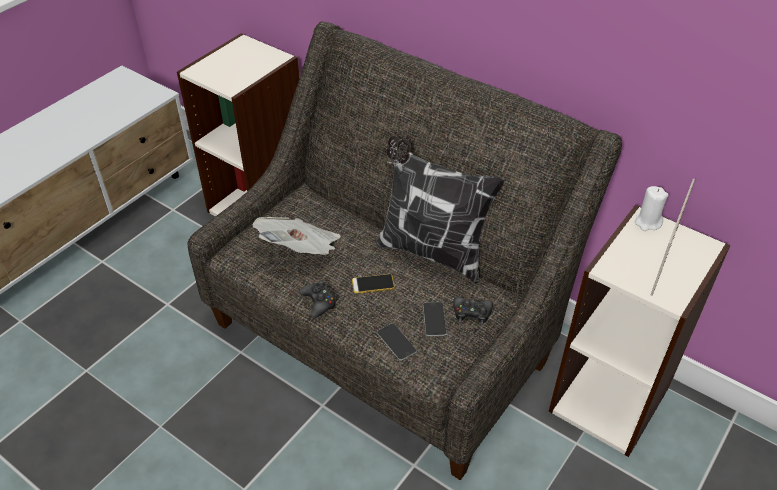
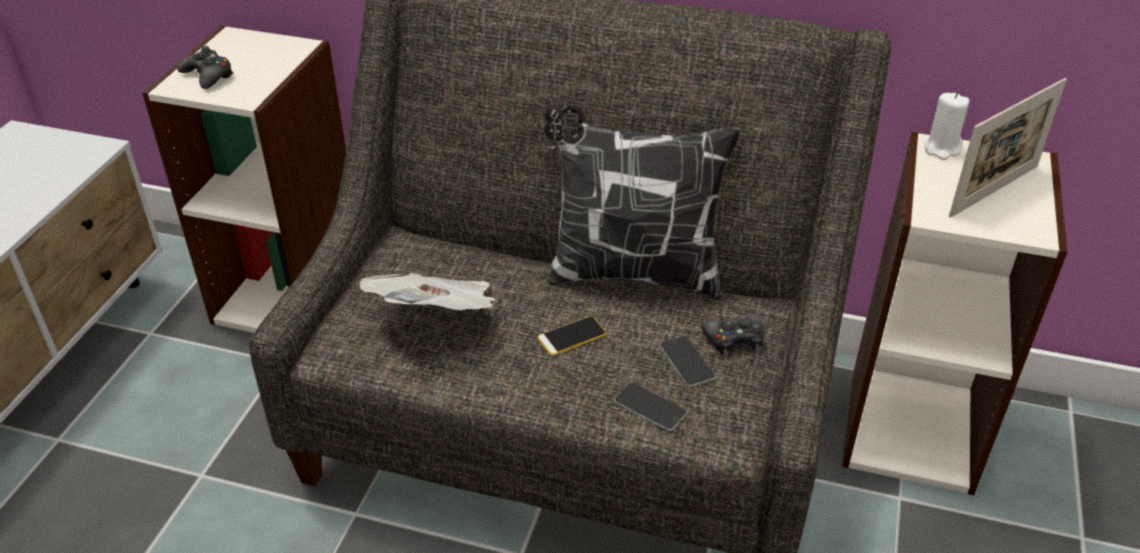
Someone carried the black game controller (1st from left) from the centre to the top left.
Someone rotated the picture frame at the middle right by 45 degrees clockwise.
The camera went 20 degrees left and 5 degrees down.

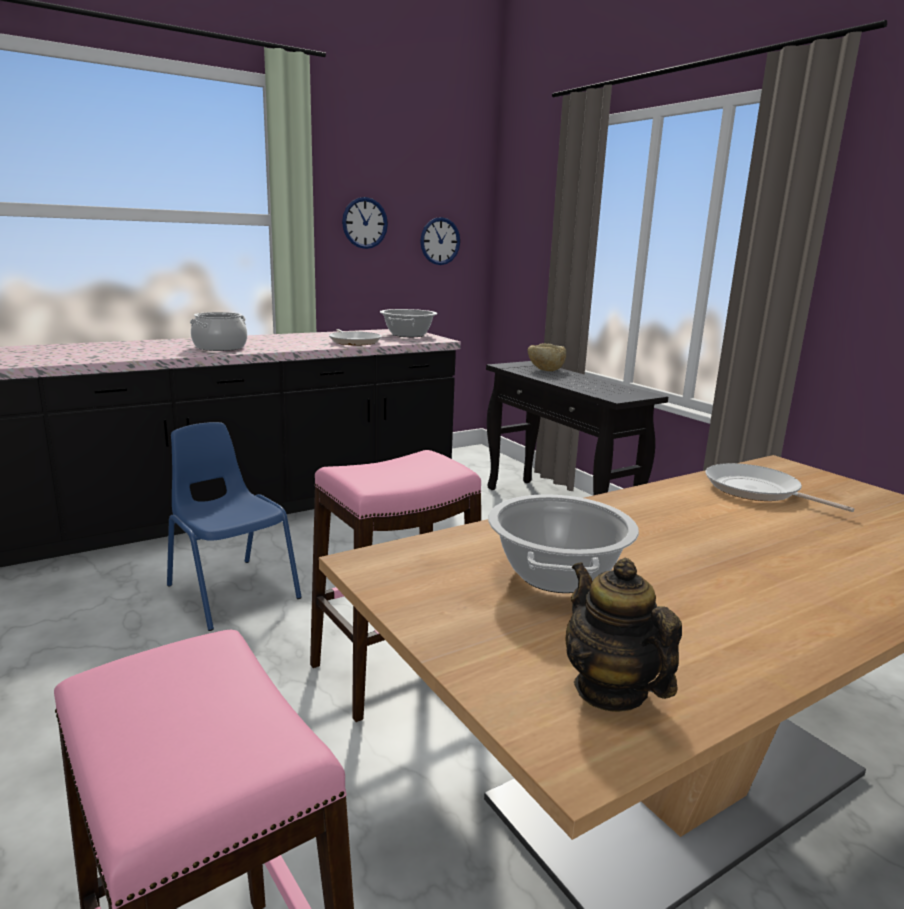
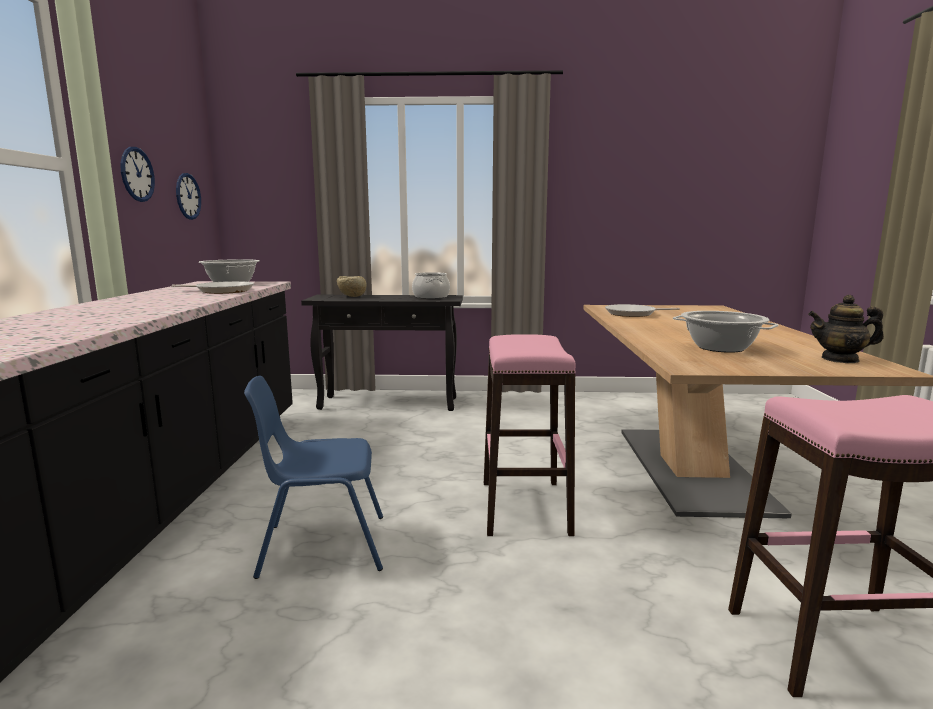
Someone carried the cooking pot (1st from left in the first image) from the middle left to the centre.
The camera went 55 degrees left and 5 degrees down.

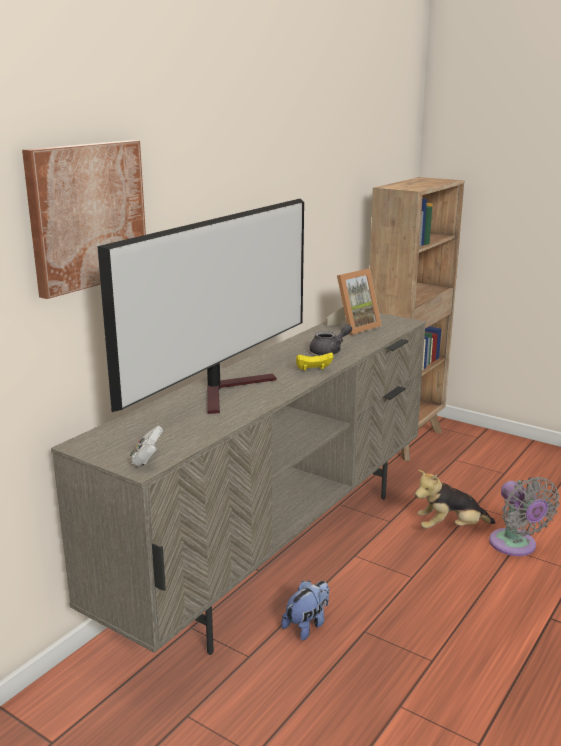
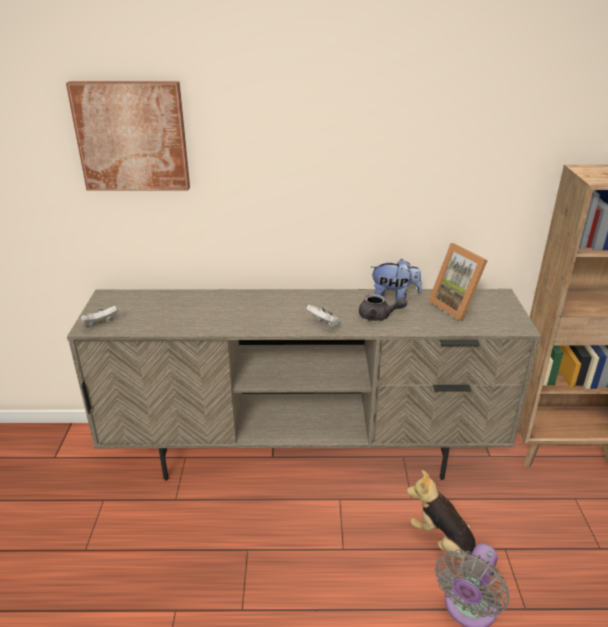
Someone took away the television at the centre.
Someone carried the plush toy (1st from left) from the bottom centre to the centre.
Someone repainted the yellow game controller at the centre, which became the white game controller (2nd from left) at the centre.
Someone rotated the picture frame at the centre by 45 degrees clockwise.
The camera went 55 degrees right and 10 degrees up.

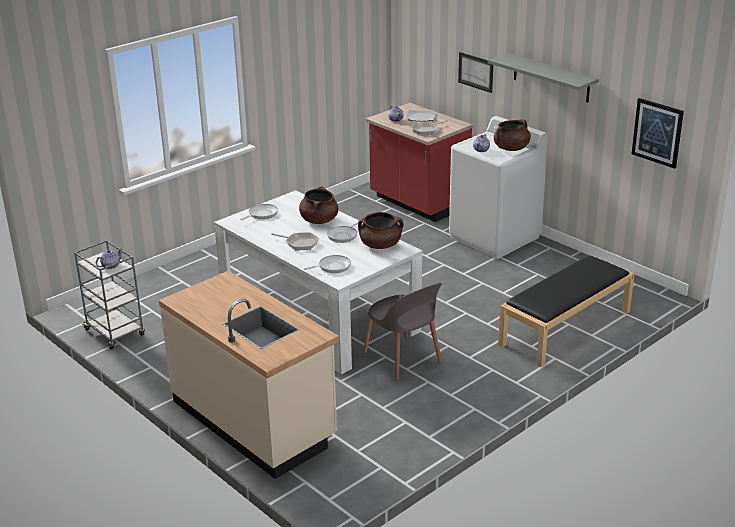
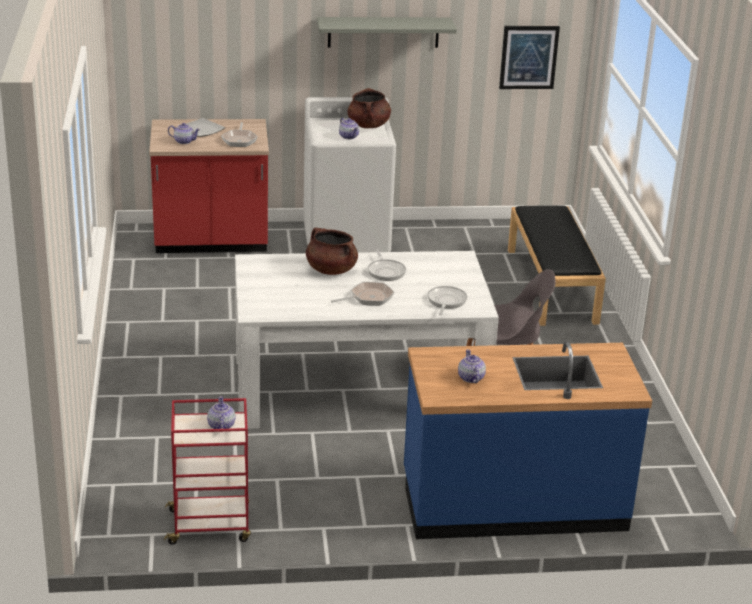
Someone took away the frying pan (1st from left) at the centre.
Someone took away the brown cooking pot (2nd from left) at the centre.
Someone took away the picture (1st from left) at the top centre.
Someone put down the teapot (4th from left) at the centre.
Someone repainted the grey cart at the middle left, which became the red cart at the bottom left.
Someone repainted the beige counter at the bottom centre, which became the blue counter at the bottom right.
The camera went 55 degrees left and 0 degrees up.

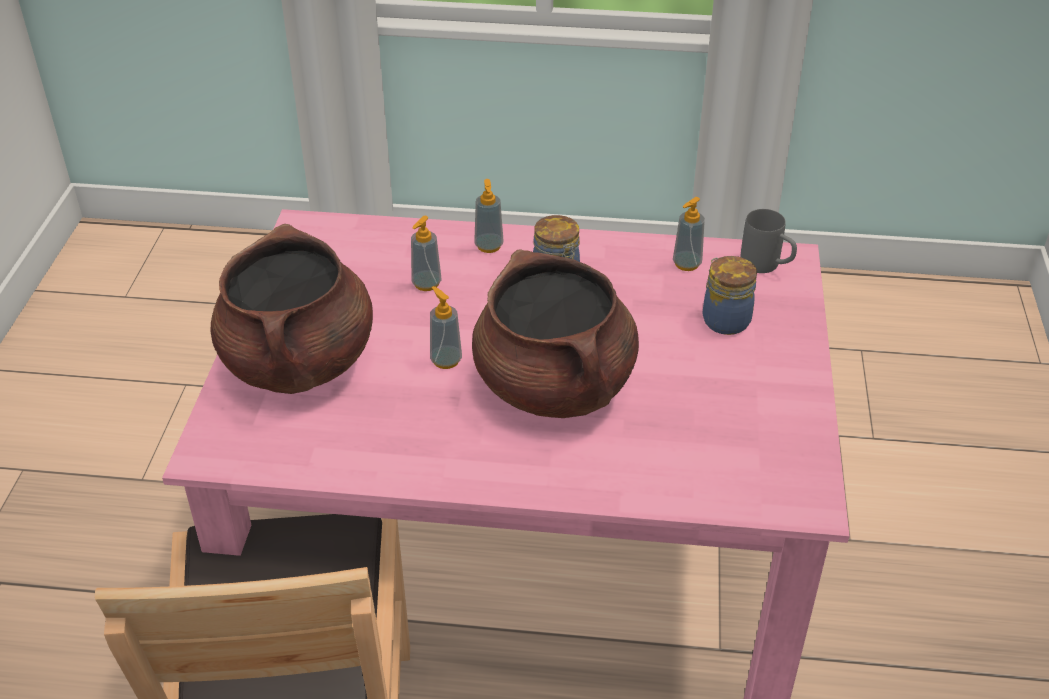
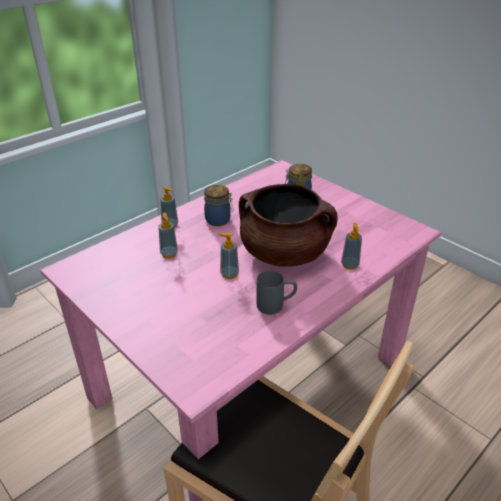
Someone took away the brown cooking pot (1st from left) at the middle left.
Someone carried the soap dispenser (4th from left) from the centre to the middle right.
Someone carried the grey mug from the middle right to the centre.
The camera went 50 degrees left and 5 degrees down.

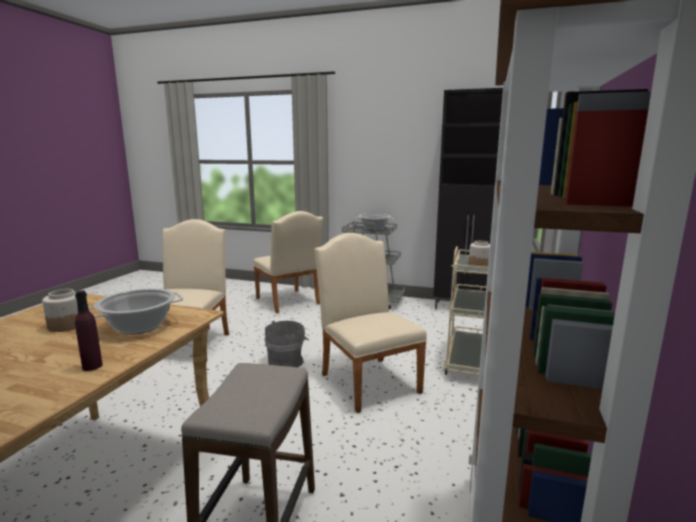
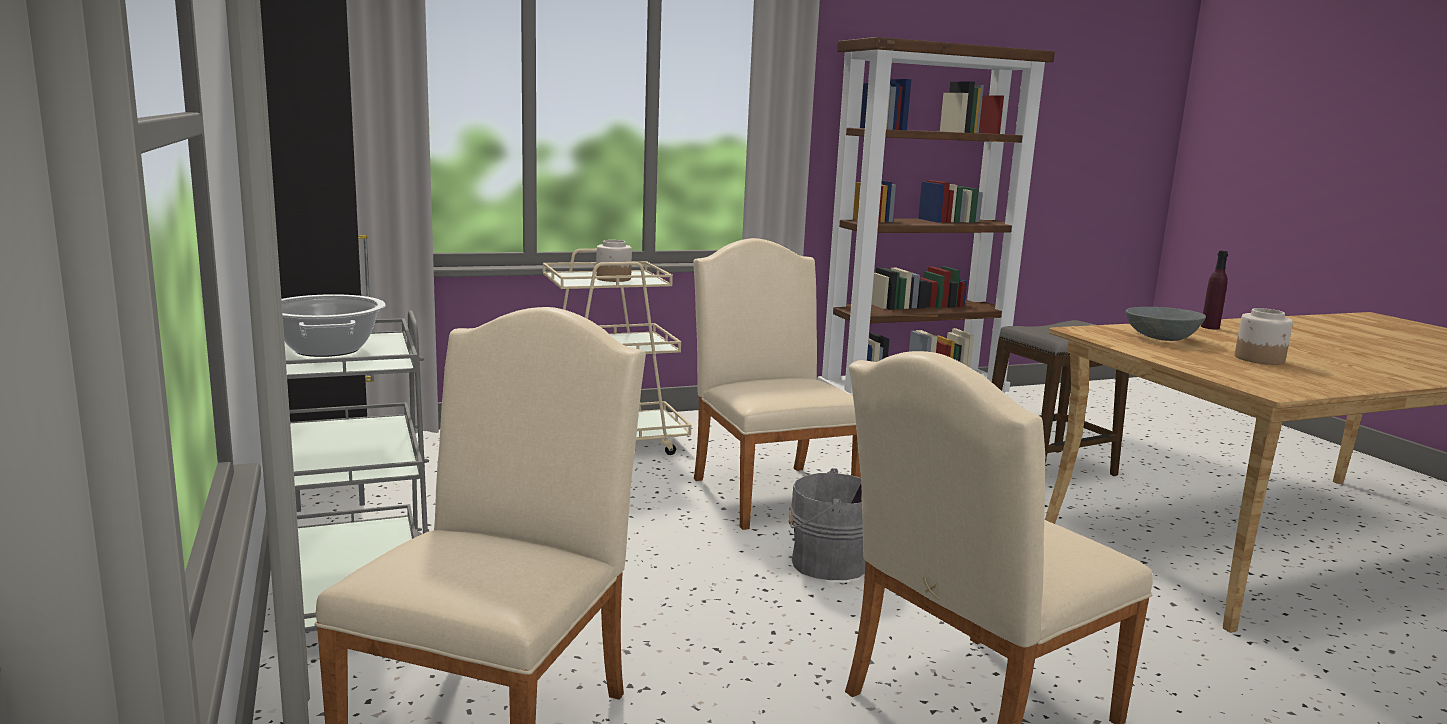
Someone swapped the cooking pot (1st from left) at the middle left for the grey bowl at the middle right.
Someone rotated the beige chair (3rd from left in the first image) at the centre by 135 degrees clockwise.
The camera went 130 degrees left and 0 degrees up.

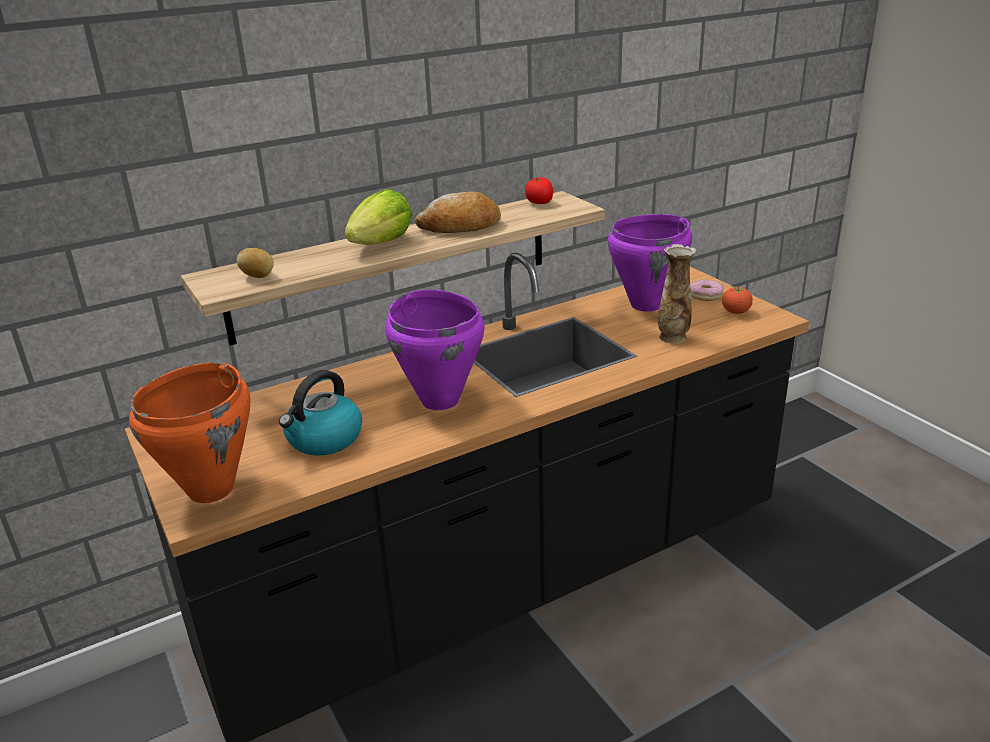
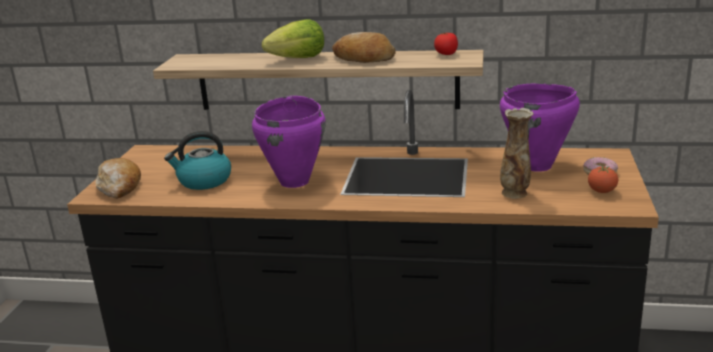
Someone took away the potato at the middle left.
Someone swapped the orange cooking pot at the middle left for the bread (1st from left) at the middle left.
The camera went 40 degrees right and 5 degrees down.

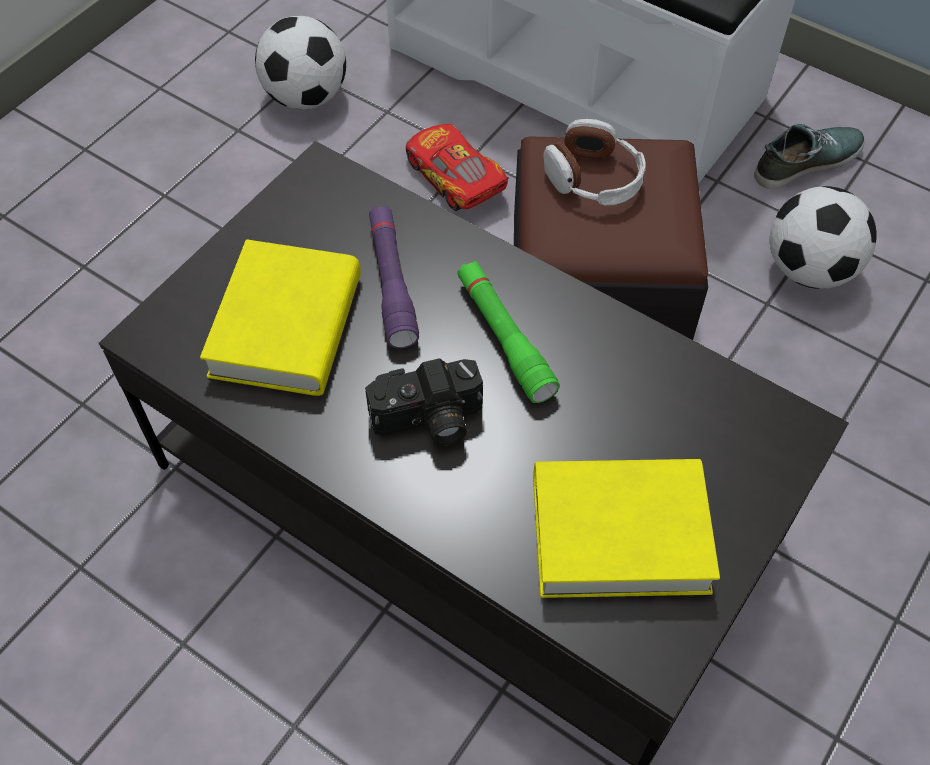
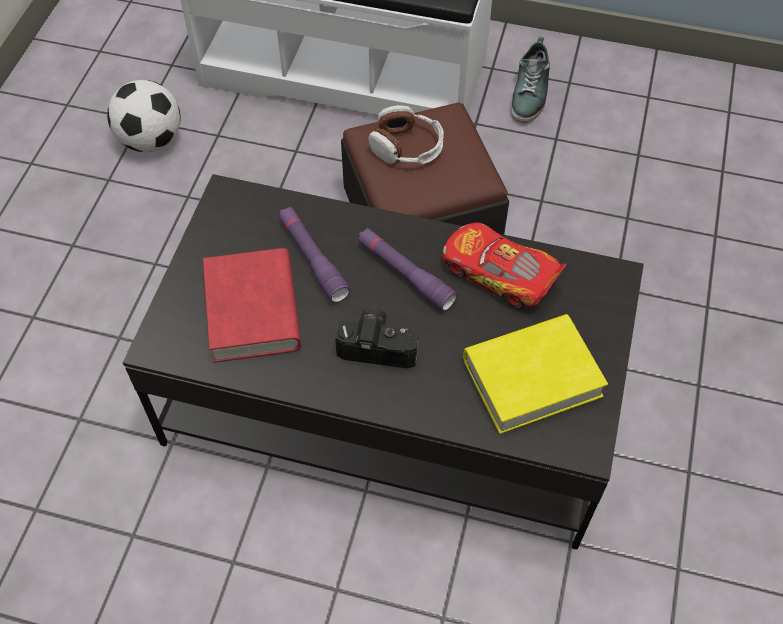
Someone took away the football (2nd from left) at the top right.
Someone carried the toy car from the top centre to the centre.
Someone repainted the yellow book (1st from left) at the middle left, which became the red book at the middle left.
Someone repainted the green flashlight at the centre, which became the purple flashlight (2nd from left) at the centre.
Someone rotated the photo camera at the centre by 135 degrees counterclockwise.
Someone rotated the shoe at the top right by 150 degrees clockwise.
The camera went 20 degrees left and 0 degrees up.

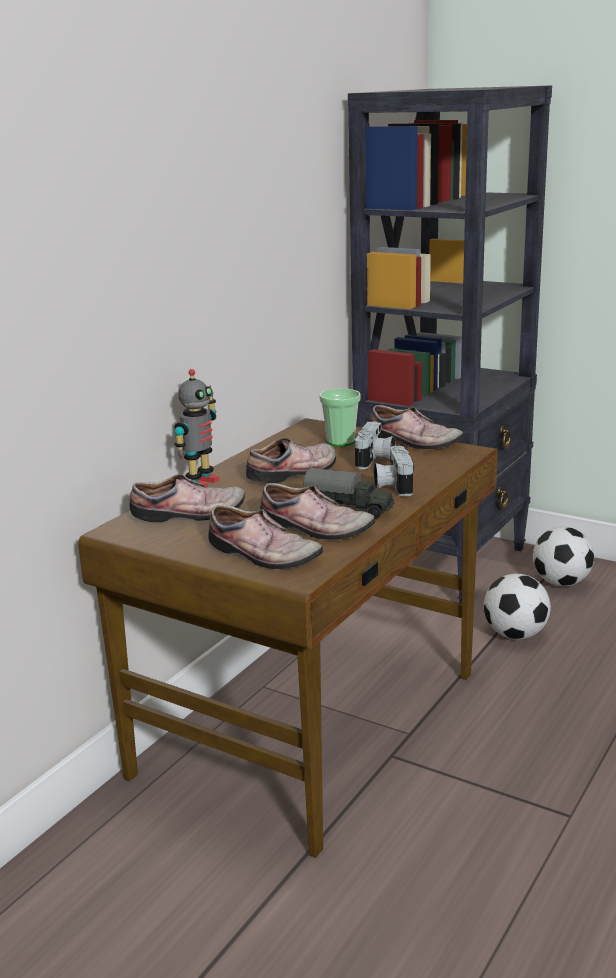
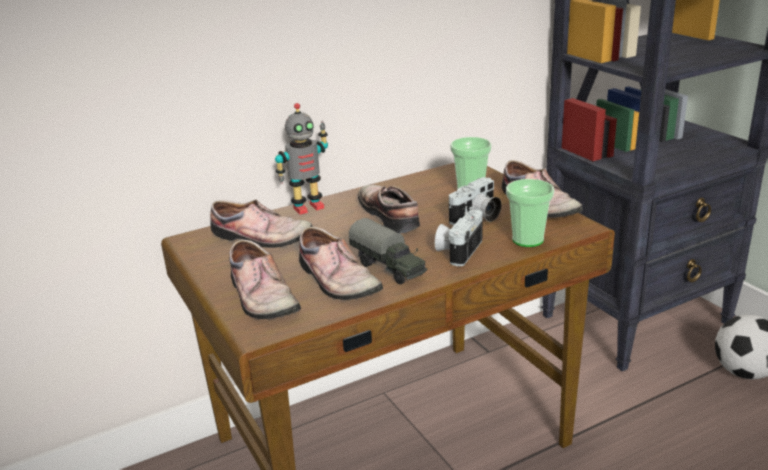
Someone took away the football (1st from left) at the middle right.
Someone put down the cup (2nd from left) at the middle right.
Someone rotated the shoe (3rd from left in the first image) at the centre by 105 degrees counterclockwise.
The camera went 30 degrees right and 5 degrees up.

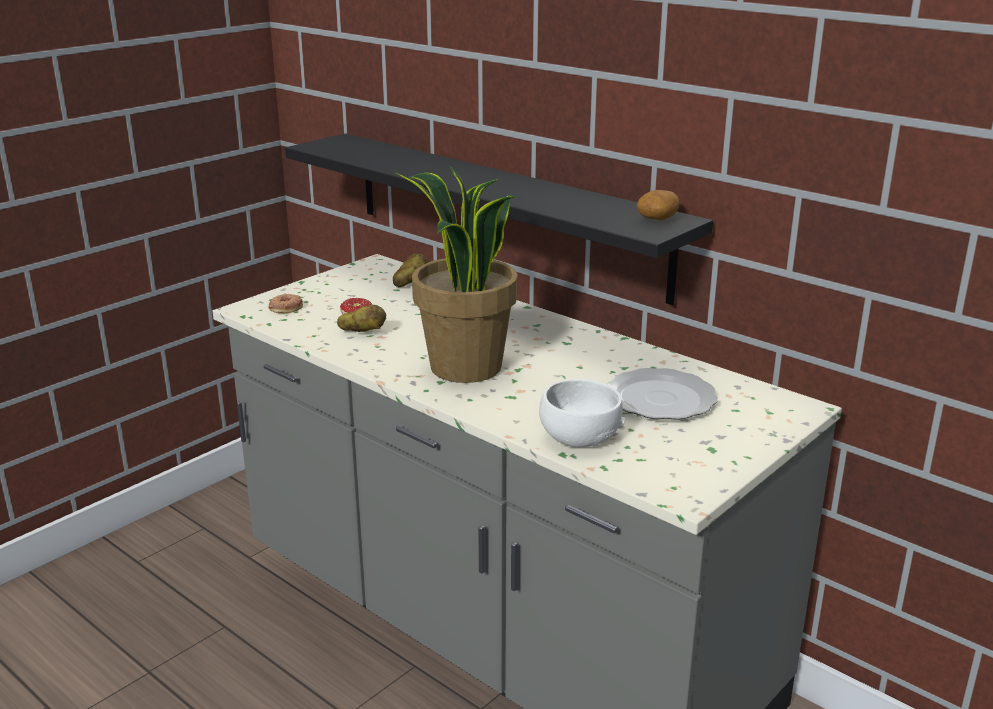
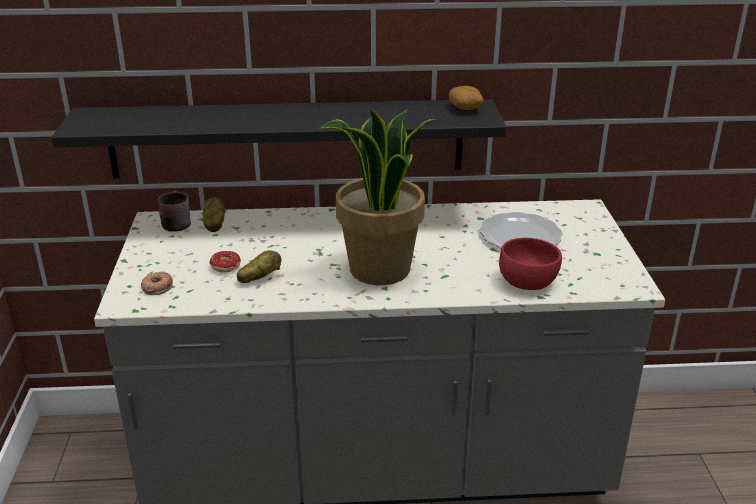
Someone put down the brown mug at the middle left.
Someone repainted the white bowl at the centre, which became the red bowl at the middle right.
The camera went 45 degrees left and 5 degrees up.

